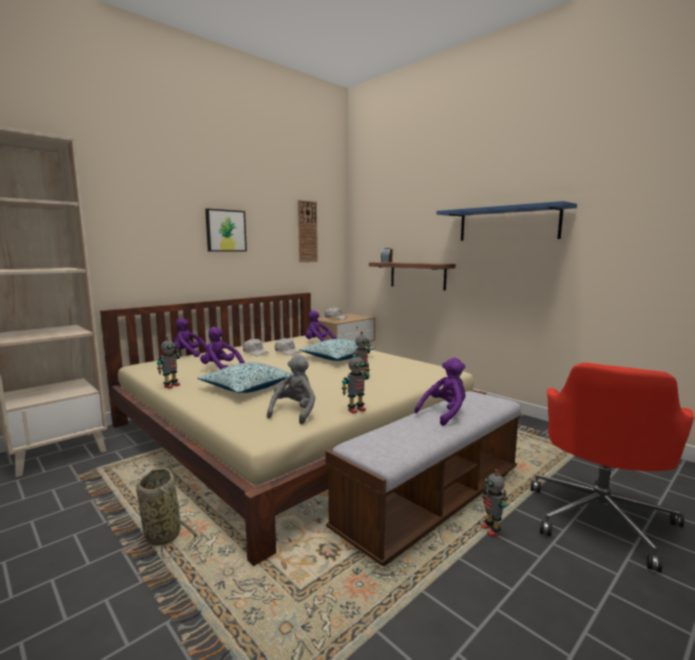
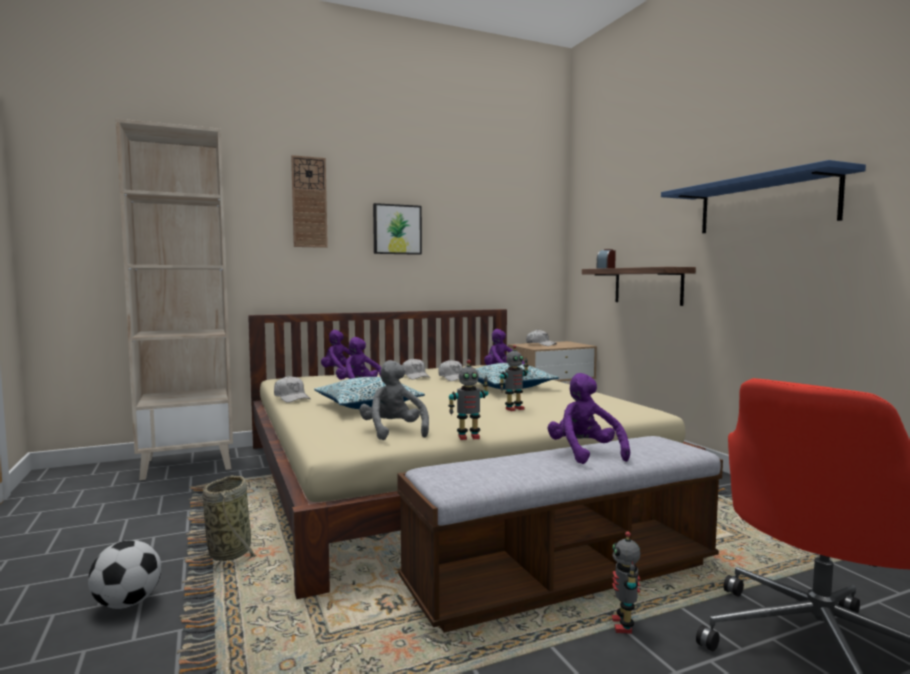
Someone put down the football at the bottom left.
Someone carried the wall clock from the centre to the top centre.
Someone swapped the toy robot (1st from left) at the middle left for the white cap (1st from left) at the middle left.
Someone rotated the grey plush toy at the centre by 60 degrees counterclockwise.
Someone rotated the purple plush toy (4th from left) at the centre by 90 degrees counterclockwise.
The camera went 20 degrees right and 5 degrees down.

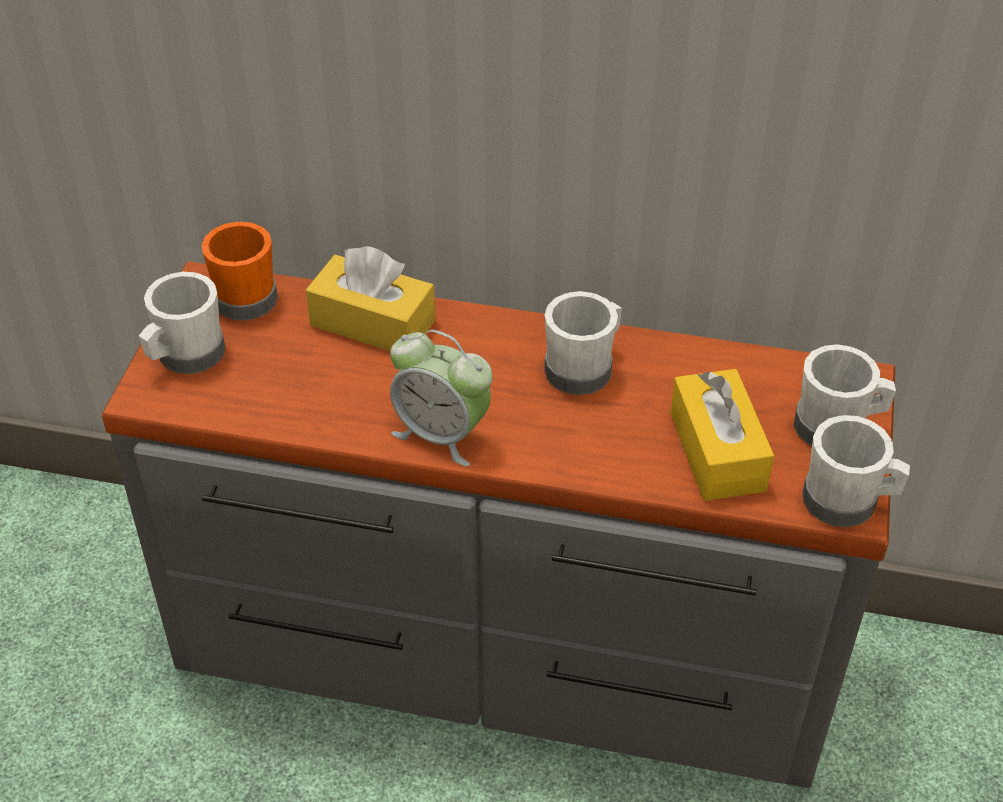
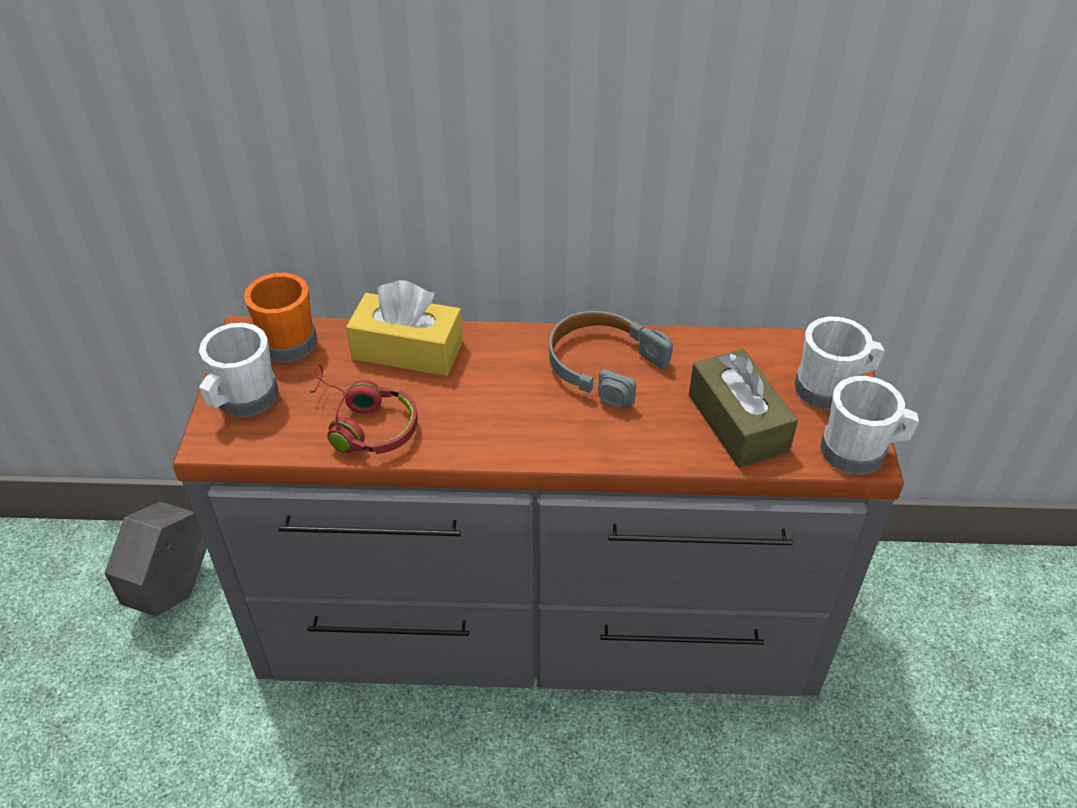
Someone took away the alarm clock at the centre.
Someone put down the grey planter at the bottom left.
Someone put down the red headphones at the centre.
Someone swapped the white mug (2nd from left) at the centre for the grey headphones at the centre.
Someone repainted the yellow tissue box (2nd from left) at the middle right, which became the brown tissue box at the middle right.
The camera went 10 degrees left and 0 degrees up.

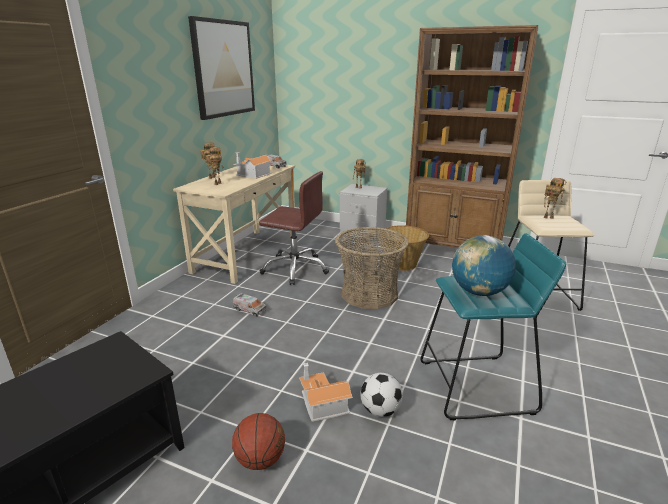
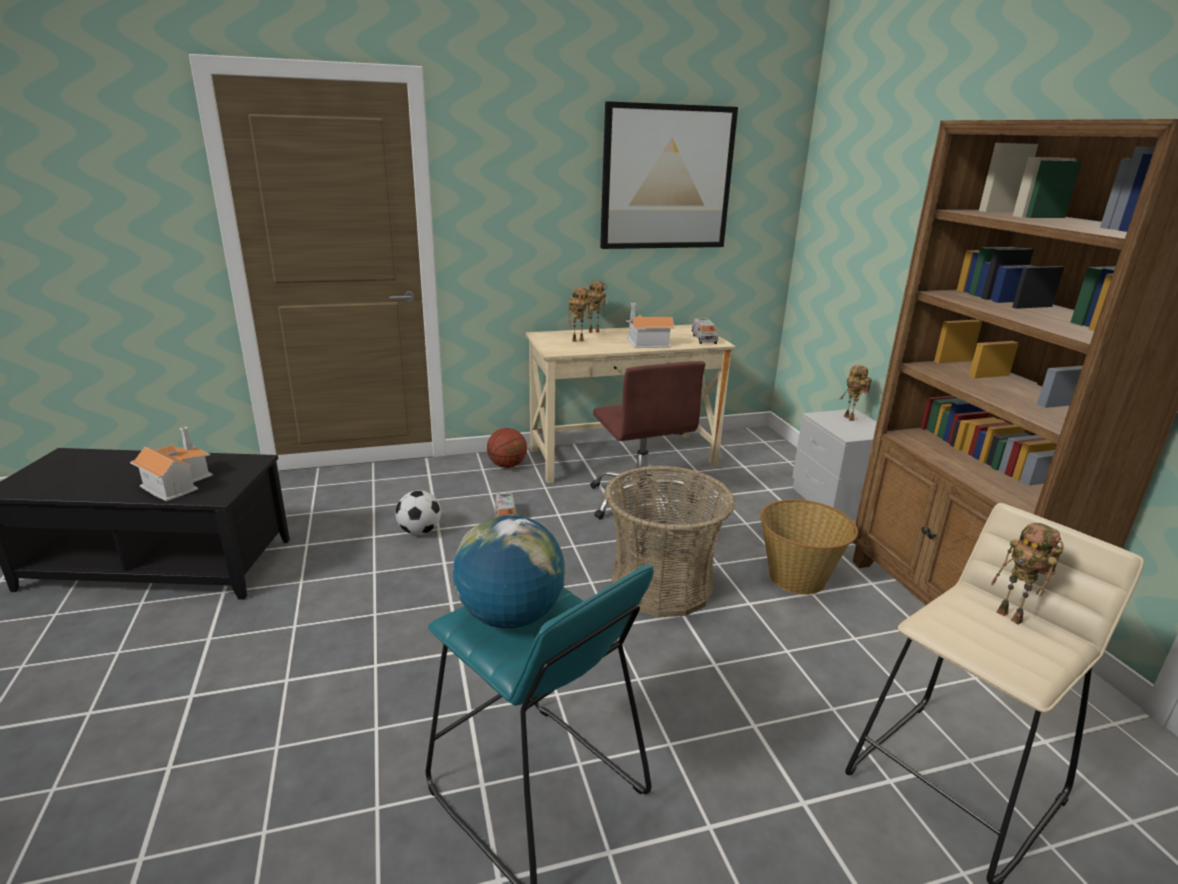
Someone carried the basketball from the bottom centre to the centre.
Someone carried the toy house (2nd from left in the first image) from the bottom centre to the middle left.
Someone carried the football from the bottom centre to the centre.
The camera went 50 degrees right and 0 degrees up.

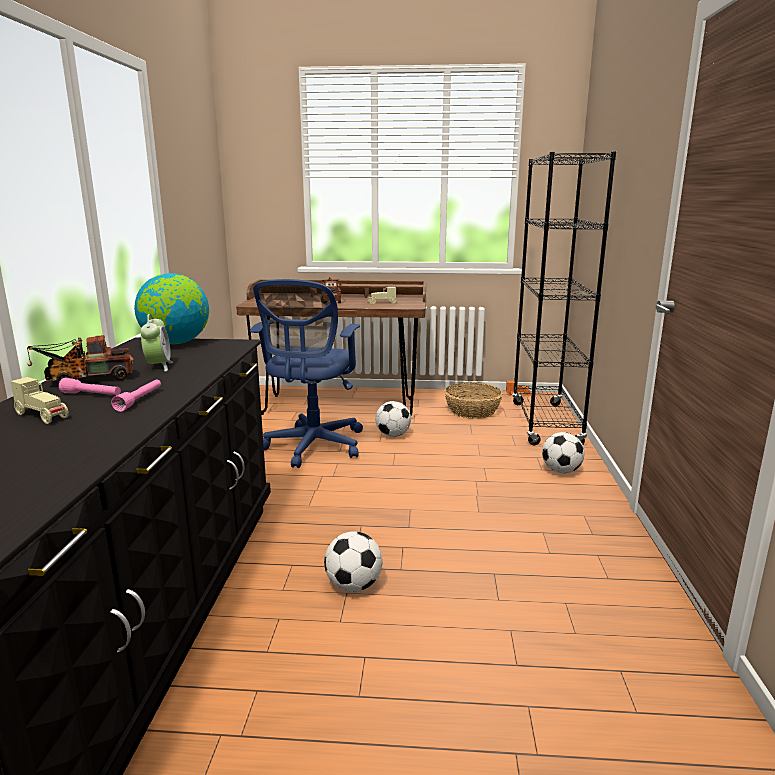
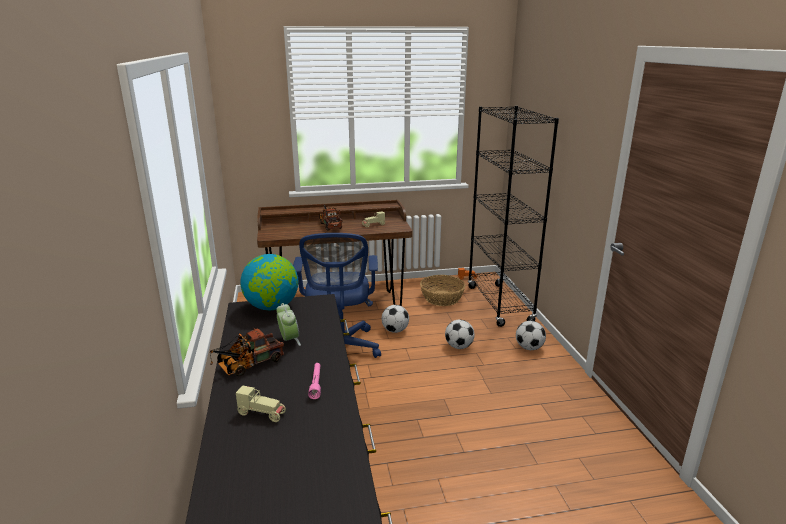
Someone took away the pink flashlight (1st from left) at the middle left.
Someone carried the football (1st from left in the first image) from the bottom centre to the centre.
The camera went 15 degrees left and 5 degrees up.

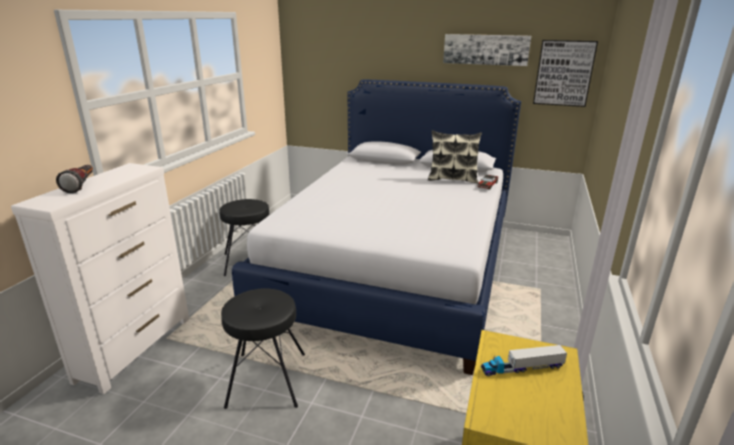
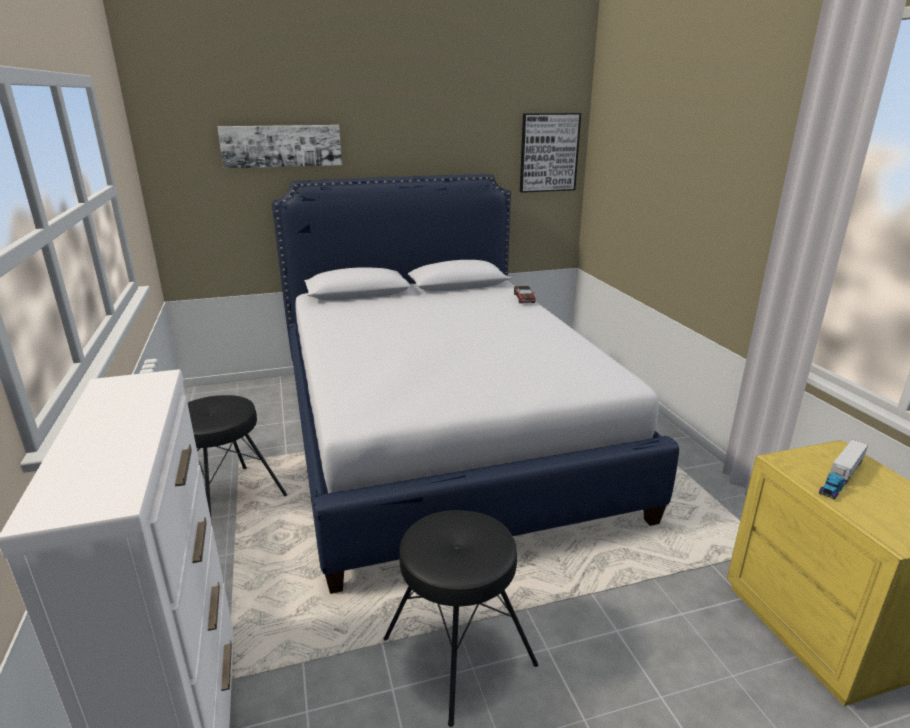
Someone took away the flashlight at the middle left.
Someone took away the pillow at the centre.
Someone carried the picture (1st from left) from the top centre to the top left.
The camera went 35 degrees left and 0 degrees up.

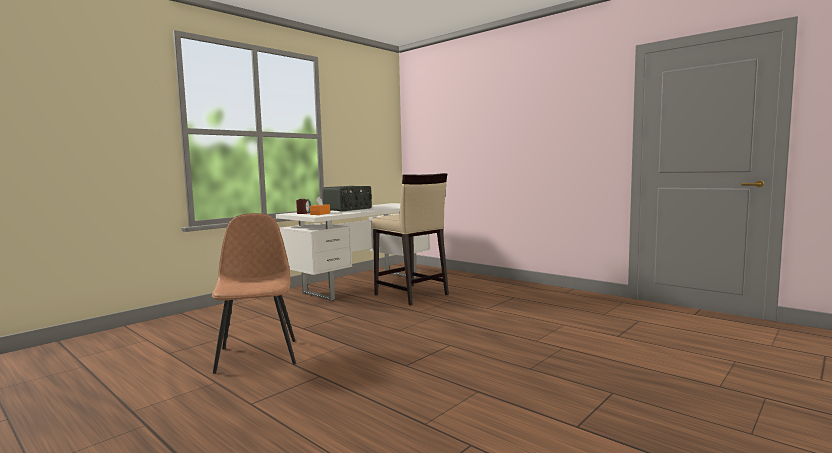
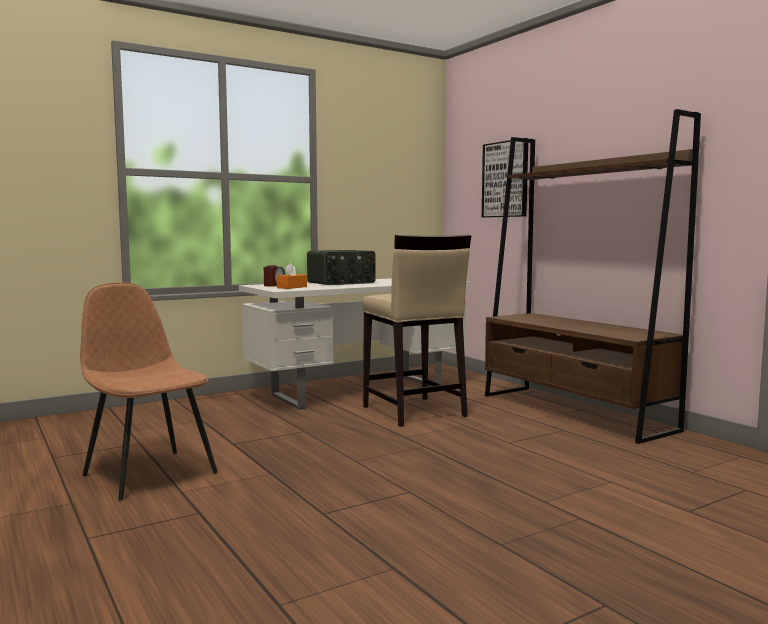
Someone put up the picture at the top centre.
Someone put down the brown bookcase at the middle right.
Someone rotated the brown chair at the middle left by 45 degrees counterclockwise.
The camera went 15 degrees right and 0 degrees up.

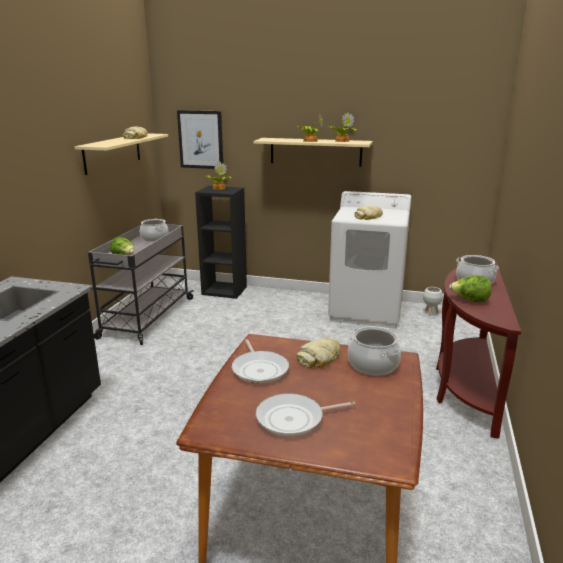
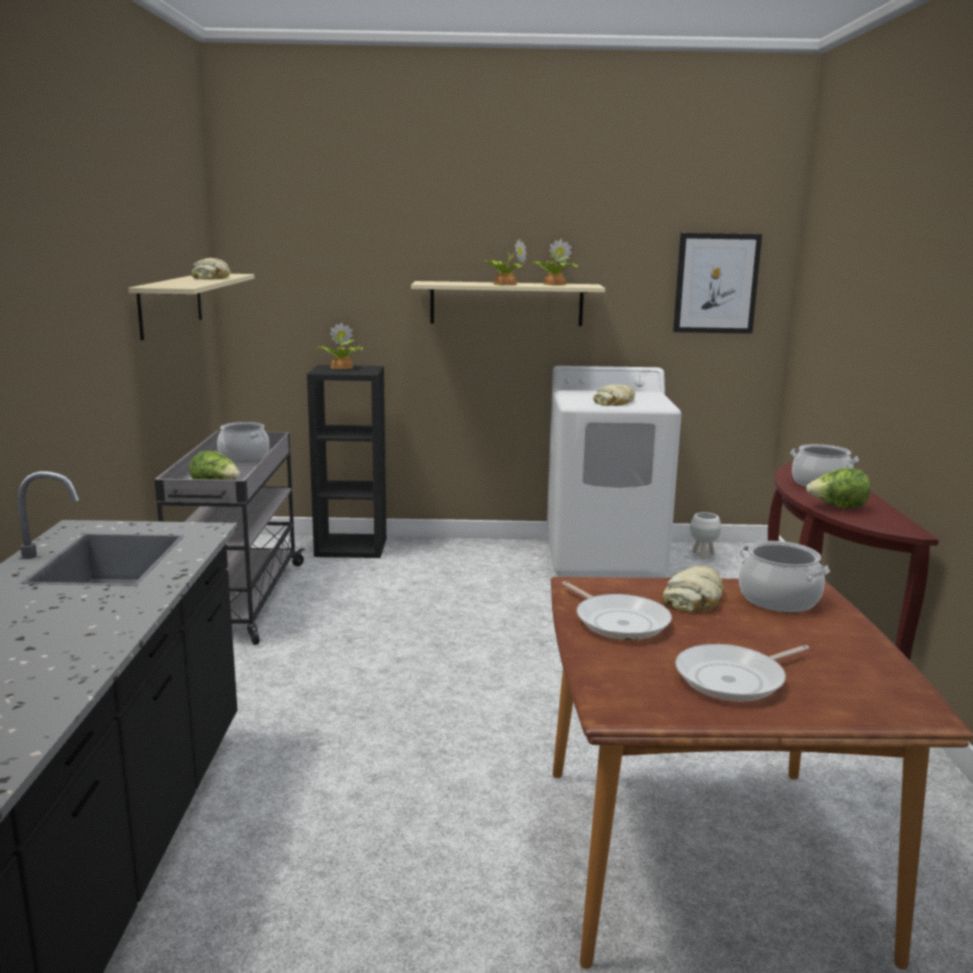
Someone carried the picture from the top centre to the top right.
The camera went 15 degrees left and 5 degrees down.

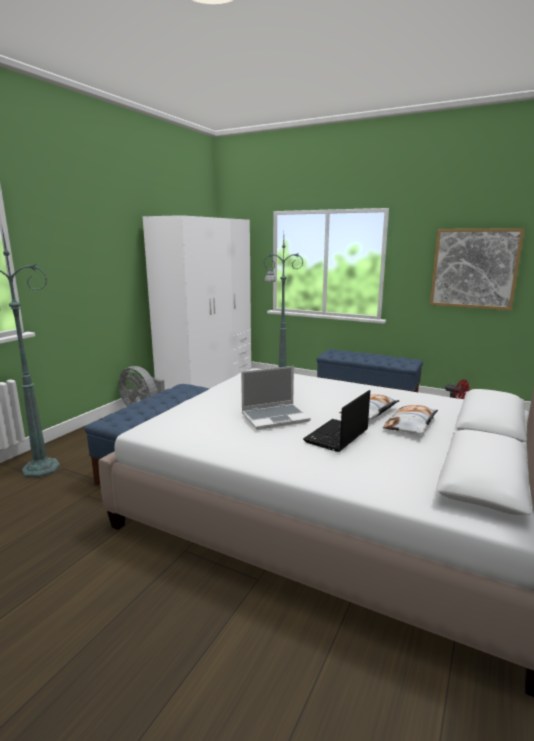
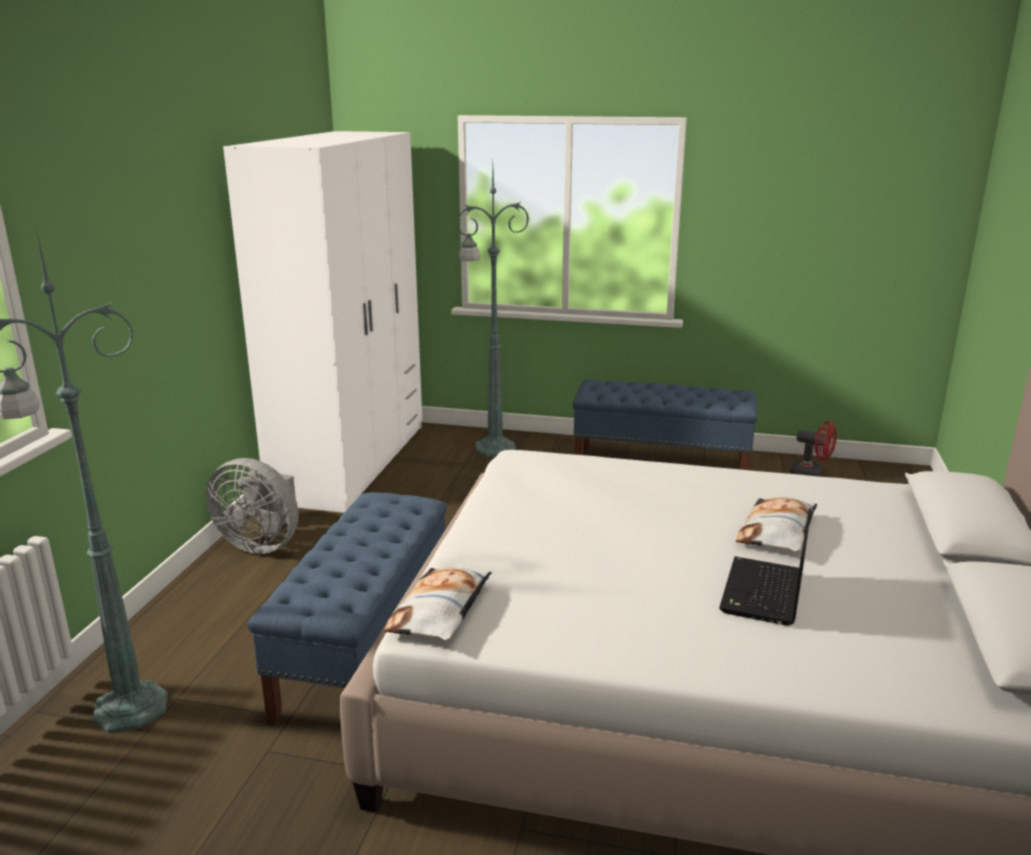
Someone took away the laptop (1st from left) at the centre.
Someone took away the picture at the middle right.
Someone carried the pillow (2nd from left in the first image) from the middle right to the bottom centre.
The camera went 15 degrees left and 5 degrees up.

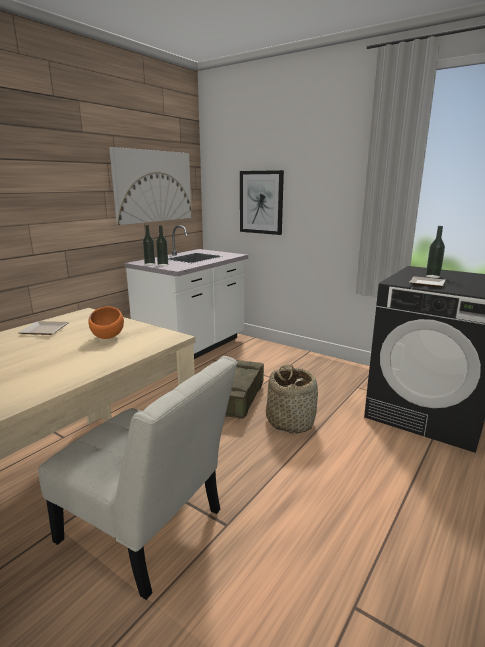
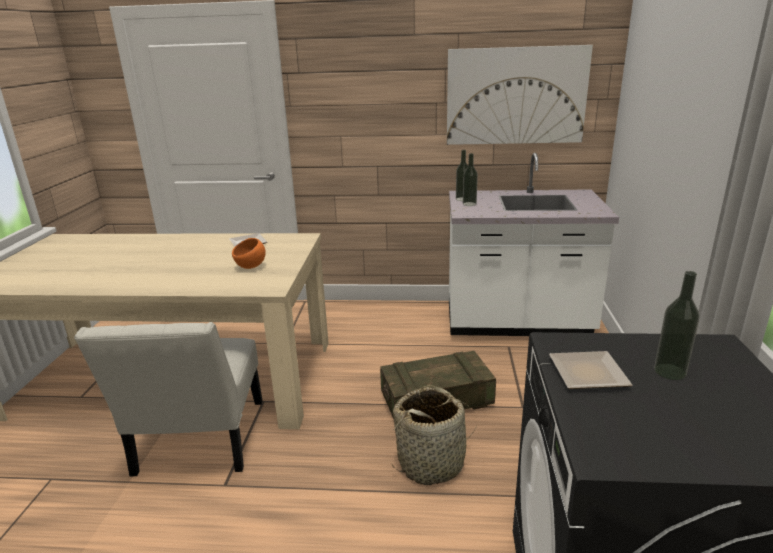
Someone took away the picture (2nd from left) at the top centre.
The camera went 60 degrees right and 5 degrees up.

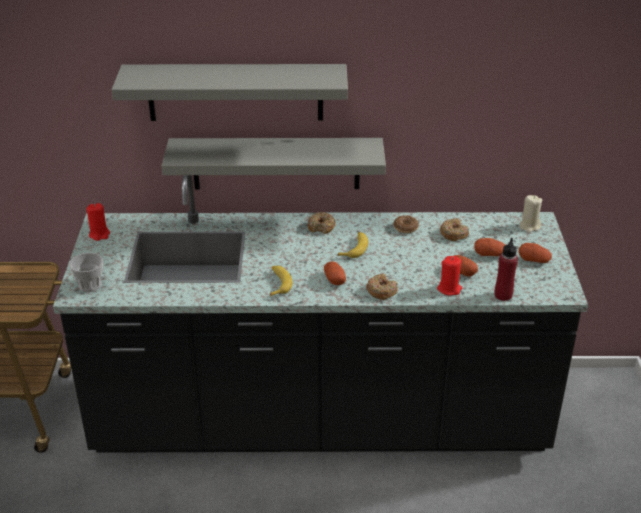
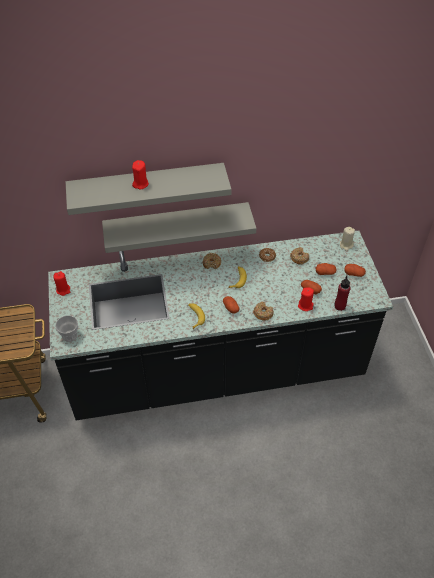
Someone put down the red candle (2nd from left) at the top left.
The camera went 10 degrees left and 15 degrees up.

